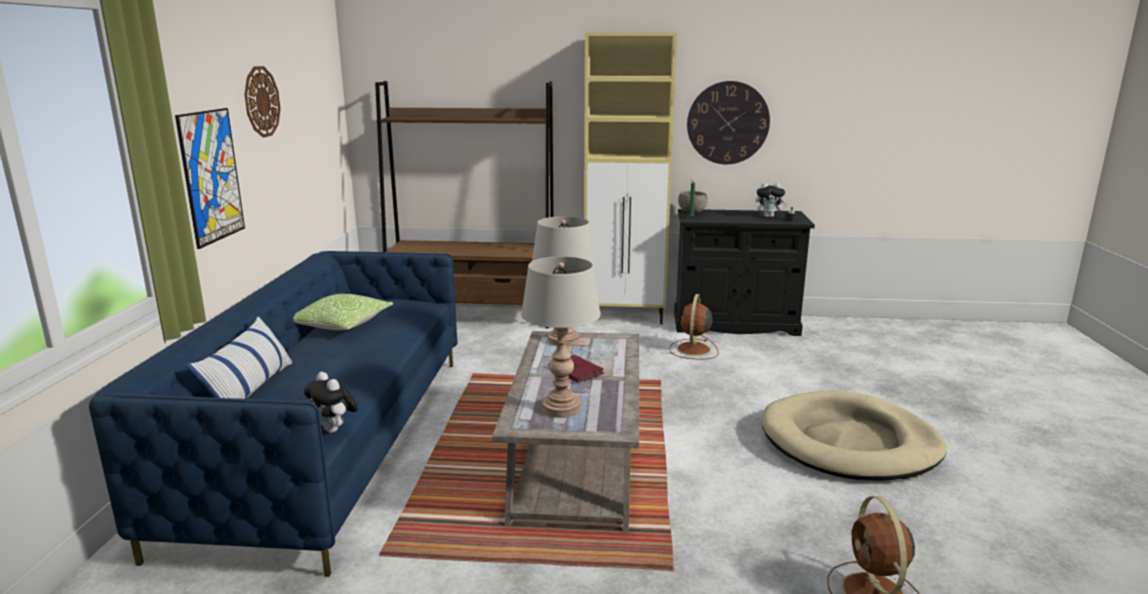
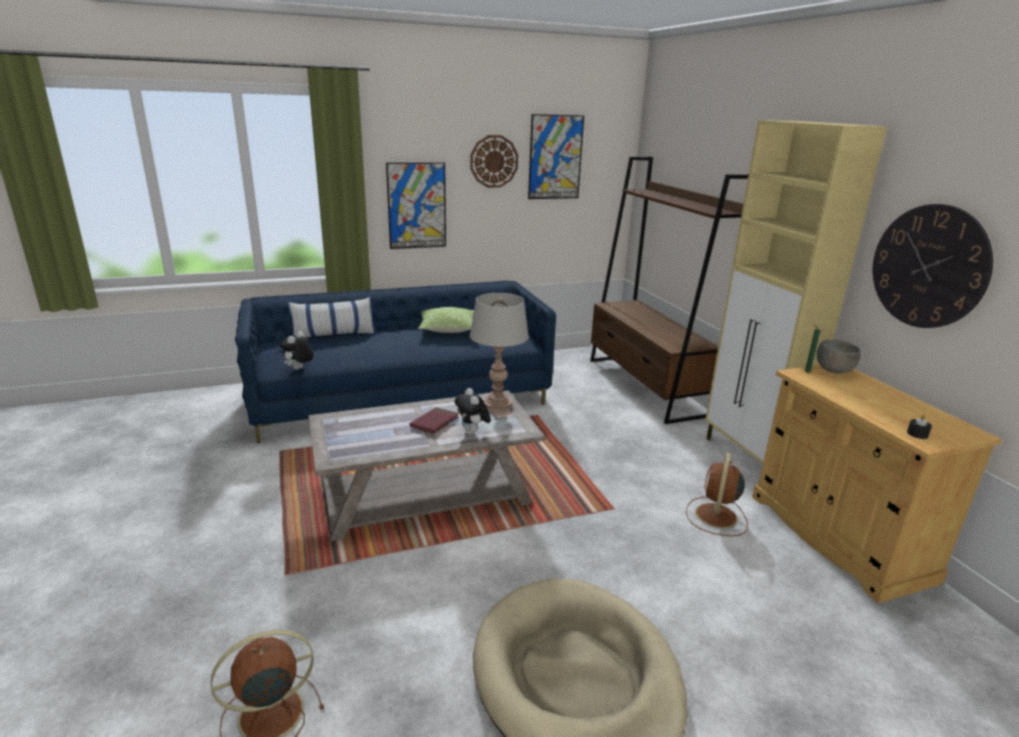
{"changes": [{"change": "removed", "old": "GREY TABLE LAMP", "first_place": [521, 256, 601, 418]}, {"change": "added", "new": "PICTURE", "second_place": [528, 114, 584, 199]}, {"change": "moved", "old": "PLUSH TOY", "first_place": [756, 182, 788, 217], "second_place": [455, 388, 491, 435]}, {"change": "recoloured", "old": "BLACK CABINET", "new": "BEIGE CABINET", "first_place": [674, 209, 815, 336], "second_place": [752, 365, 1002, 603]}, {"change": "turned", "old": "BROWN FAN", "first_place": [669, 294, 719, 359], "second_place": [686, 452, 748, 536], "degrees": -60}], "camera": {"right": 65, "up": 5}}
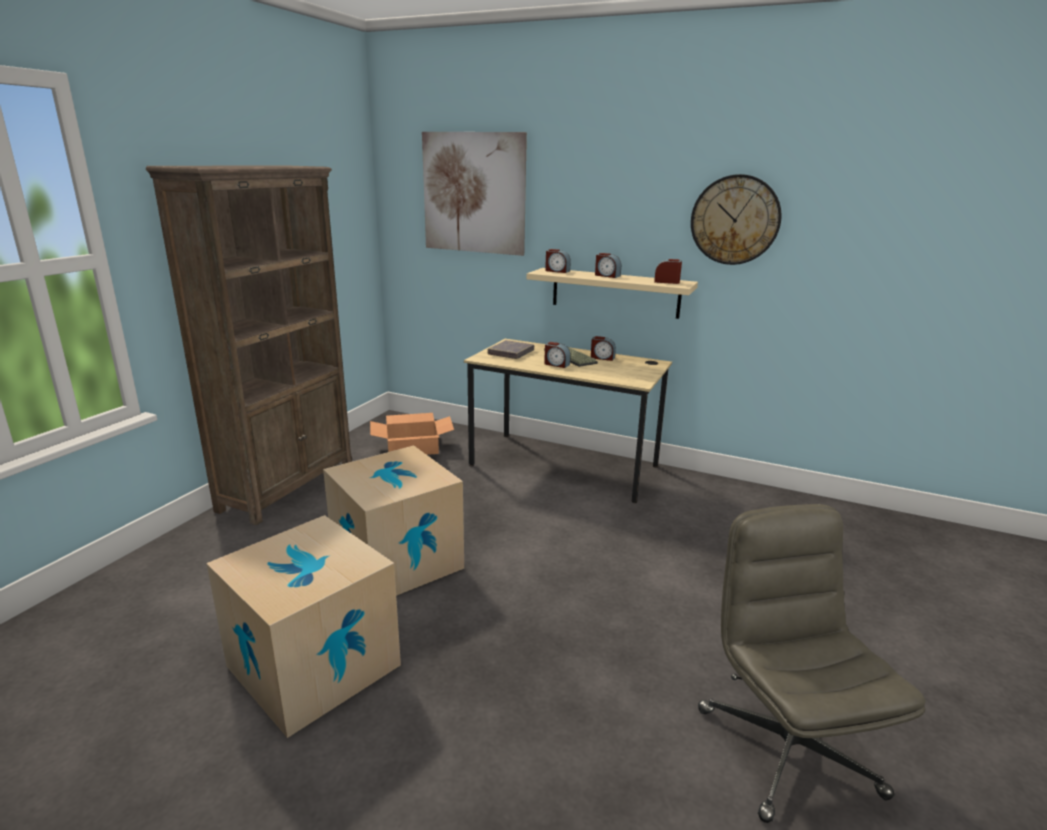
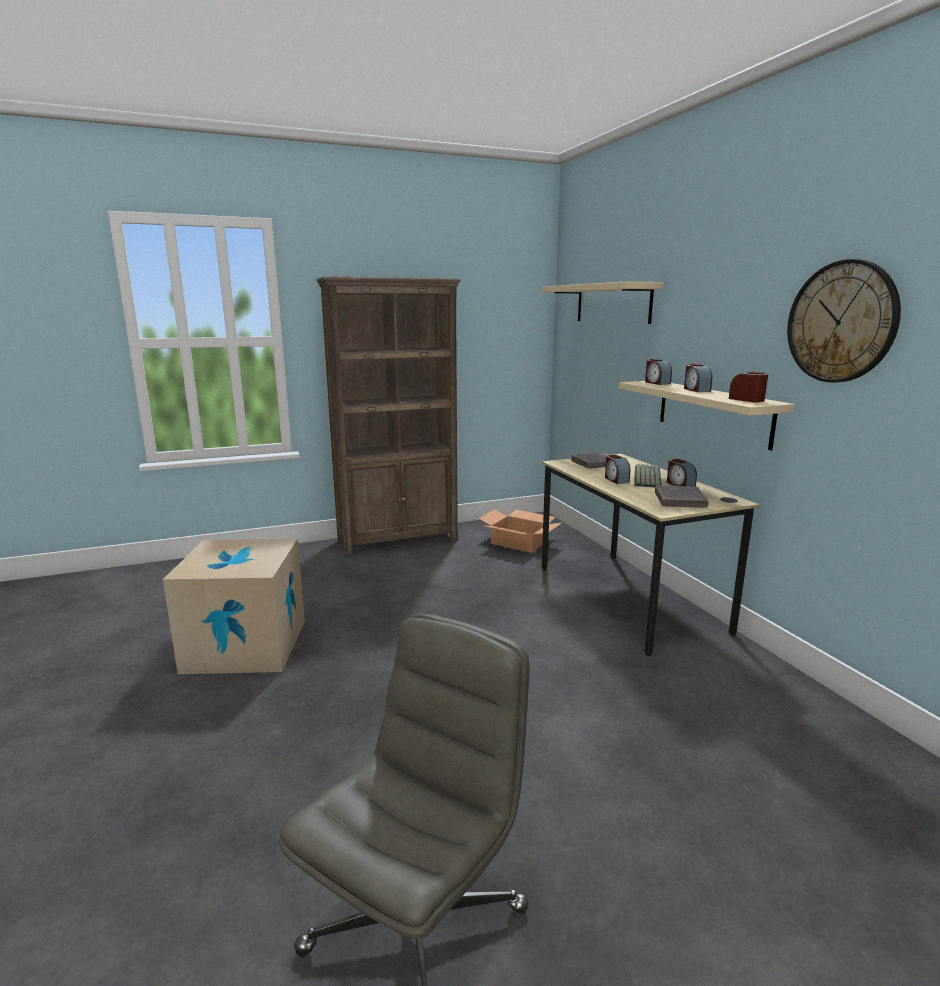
{"changes": [{"change": "removed", "old": "CARDBOARD BOX", "first_place": [323, 445, 464, 596]}, {"change": "added", "new": "GREY BOOK", "second_place": [655, 485, 709, 508]}, {"change": "replaced", "old": "PICTURE", "new": "BEIGE SHELF", "first_place": [422, 132, 527, 256], "second_place": [542, 281, 664, 324]}], "camera": {"right": 45, "up": -5}}
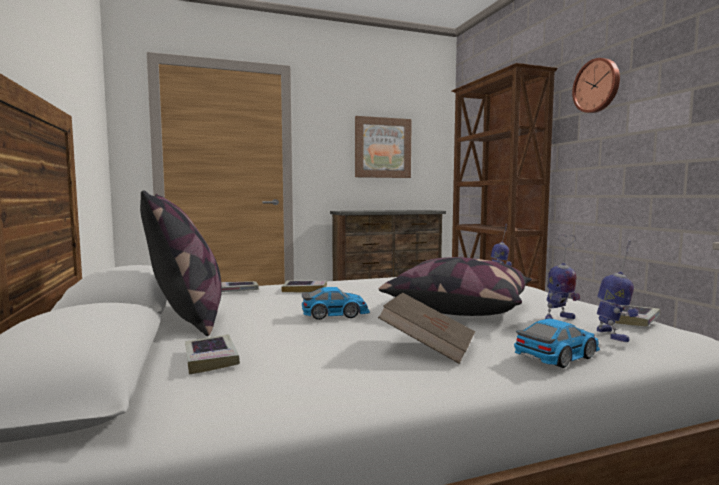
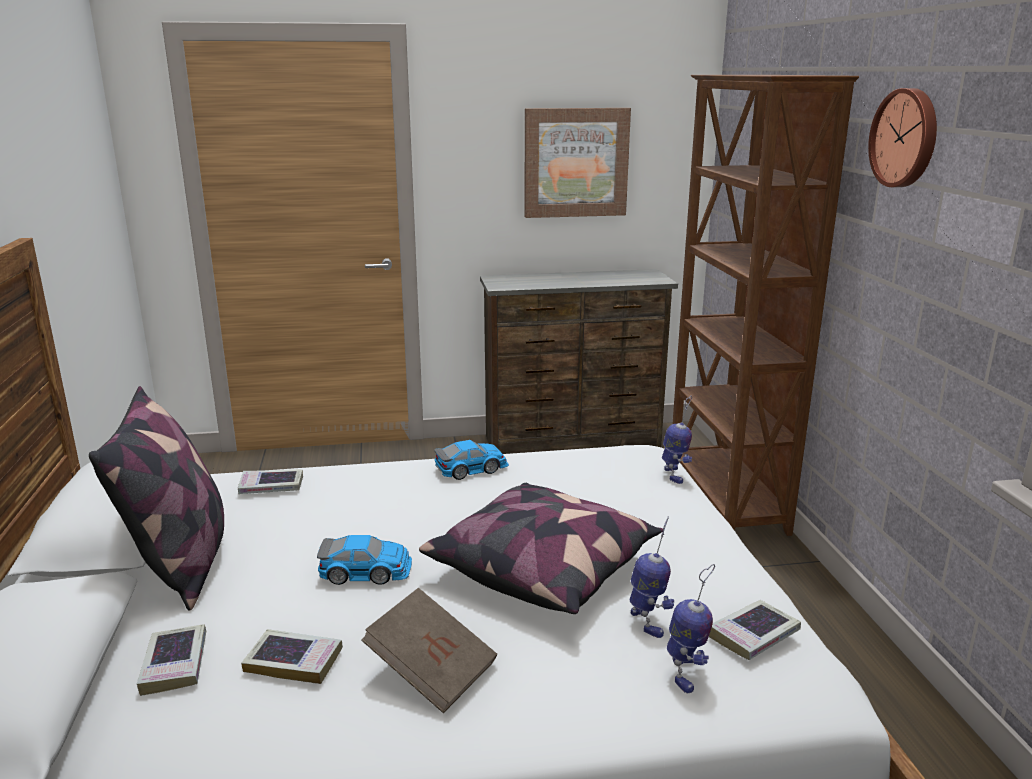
{"changes": [{"change": "moved", "old": "BOOK", "first_place": [281, 280, 327, 293], "second_place": [241, 629, 343, 684]}, {"change": "moved", "old": "TOY CAR", "first_place": [514, 319, 600, 368], "second_place": [435, 440, 509, 480]}, {"change": "turned", "old": "TOY ROBOT", "first_place": [545, 235, 580, 319], "second_place": [630, 516, 674, 638], "degrees": -90}], "camera": {"right": 10, "up": 15}}
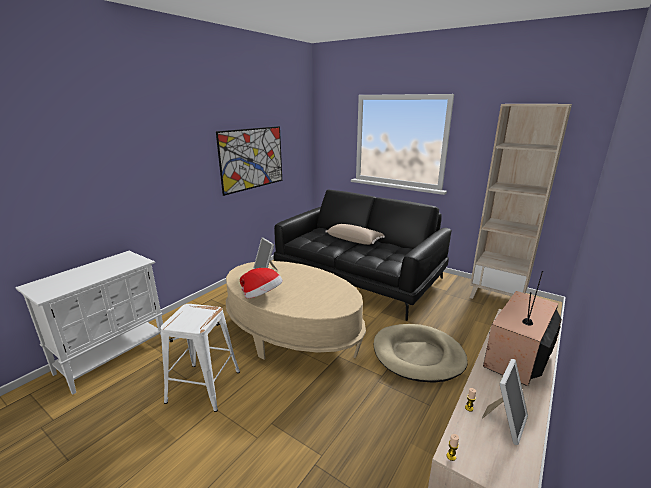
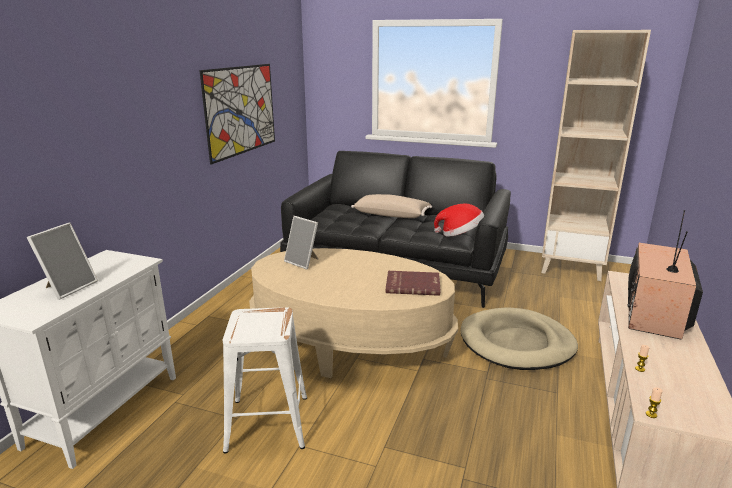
{"changes": [{"change": "added", "new": "RED BOOK", "second_place": [386, 271, 440, 296]}, {"change": "moved", "old": "HAT", "first_place": [240, 268, 283, 299], "second_place": [434, 203, 484, 237]}, {"change": "moved", "old": "PICTURE FRAME", "first_place": [482, 359, 528, 445], "second_place": [27, 222, 98, 300]}], "camera": {"right": -15, "up": 0}}
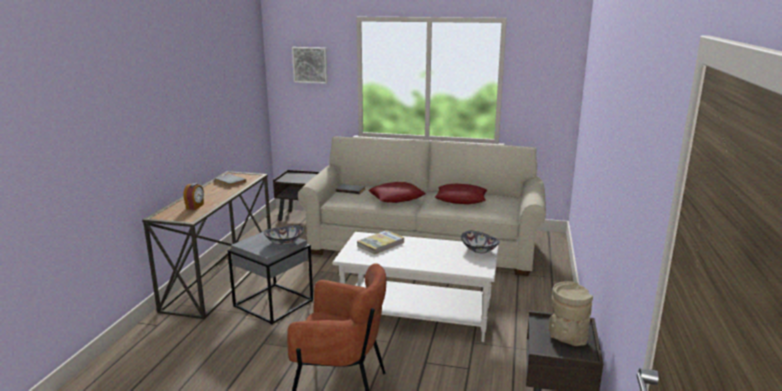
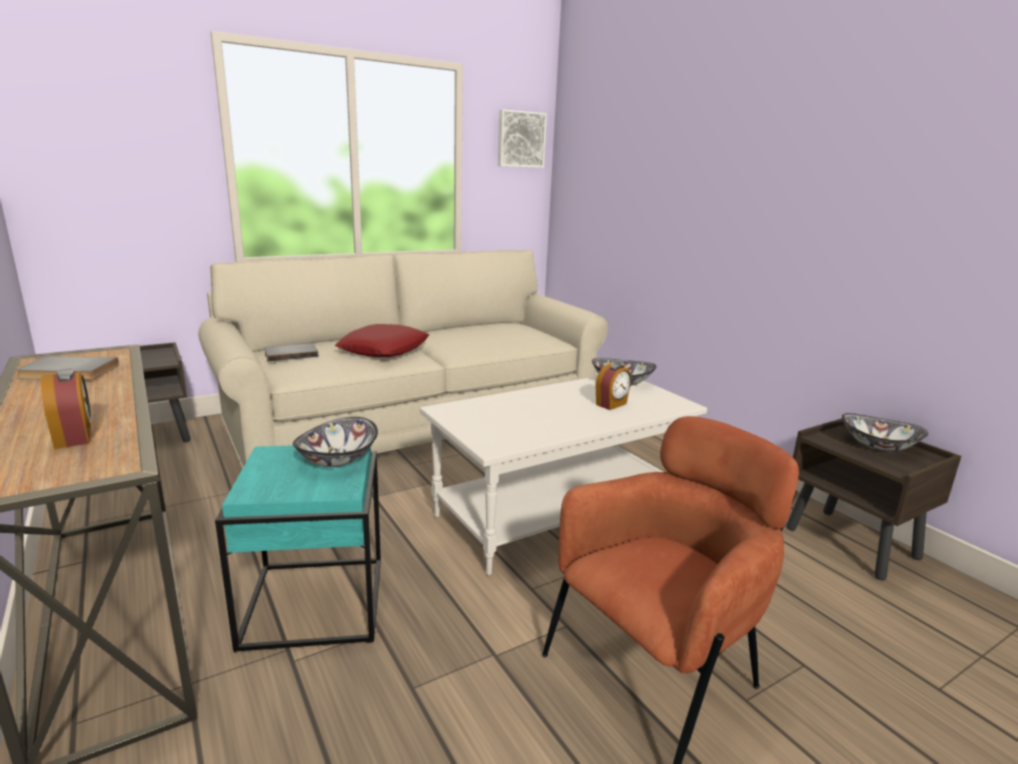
{"changes": [{"change": "removed", "old": "BOOK", "first_place": [357, 230, 405, 254]}, {"change": "removed", "old": "RED PILLOW", "first_place": [435, 184, 487, 204]}, {"change": "added", "new": "ALARM CLOCK", "second_place": [596, 364, 632, 410]}, {"change": "moved", "old": "PICTURE", "first_place": [292, 47, 328, 84], "second_place": [498, 109, 547, 168]}, {"change": "replaced", "old": "BEIGE VASE", "new": "BOWL", "first_place": [549, 281, 593, 346], "second_place": [842, 413, 928, 451]}, {"change": "recoloured", "old": "GREY SIDE TABLE", "new": "TURQUOISE SIDE TABLE", "first_place": [228, 231, 313, 324], "second_place": [215, 445, 381, 653]}], "camera": {"right": -45, "up": 0}}
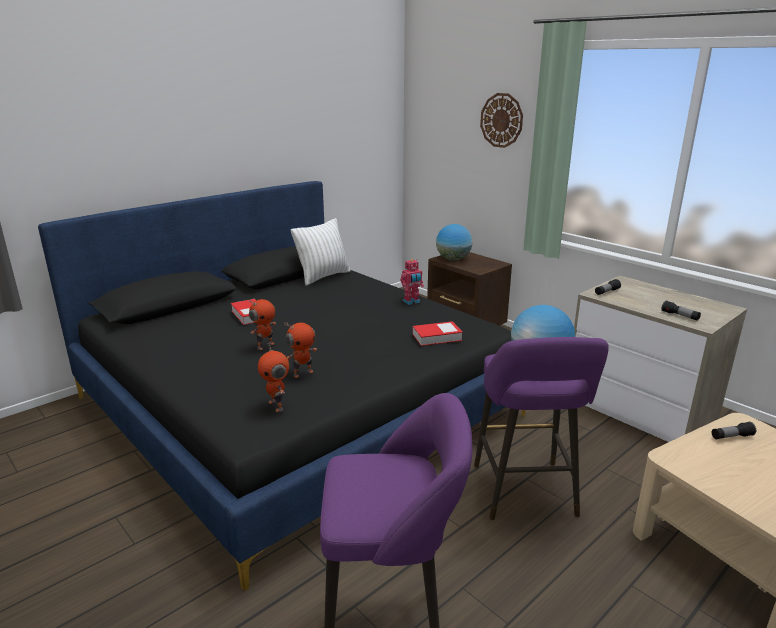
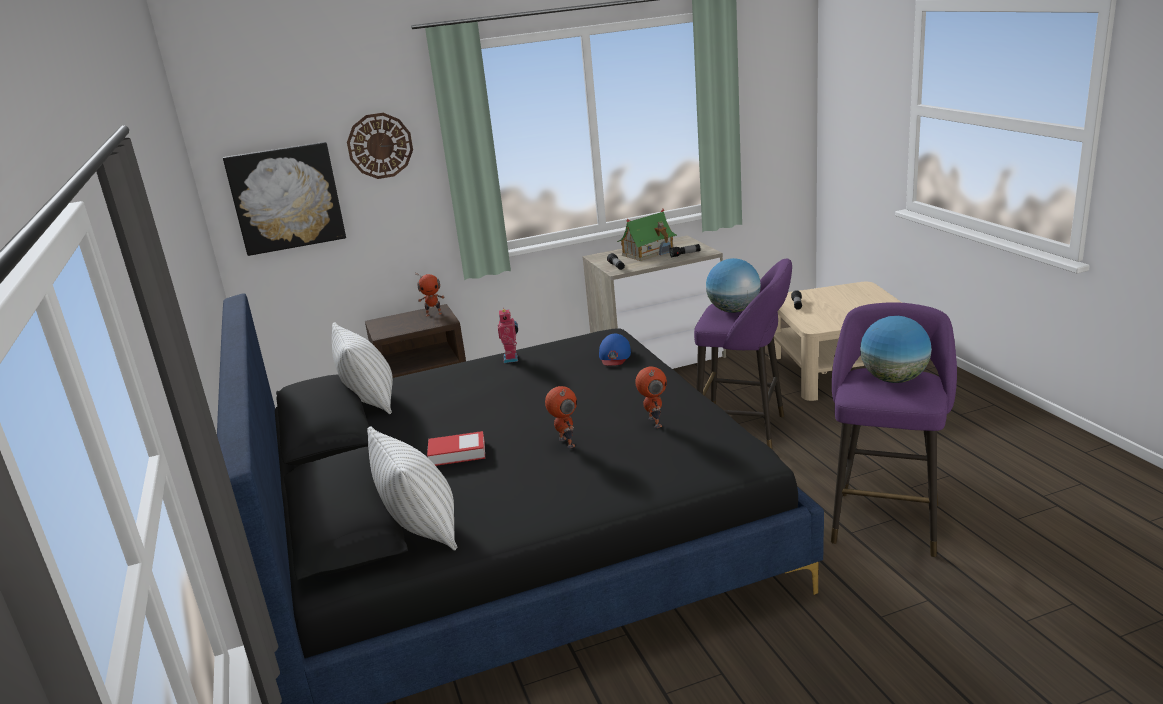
{"changes": [{"change": "added", "new": "PICTURE", "second_place": [223, 142, 346, 256]}, {"change": "added", "new": "WHITE PILLOW", "second_place": [367, 426, 457, 550]}, {"change": "added", "new": "TOY HOUSE", "second_place": [617, 209, 677, 261]}, {"change": "moved", "old": "TOY ROBOT", "first_place": [258, 341, 289, 412], "second_place": [415, 273, 445, 317]}, {"change": "moved", "old": "GLOBE", "first_place": [436, 224, 473, 260], "second_place": [860, 316, 932, 383]}, {"change": "replaced", "old": "BOOK", "new": "BLUE CAP", "first_place": [412, 321, 463, 346], "second_place": [599, 334, 631, 366]}], "camera": {"right": -65, "up": 0}}
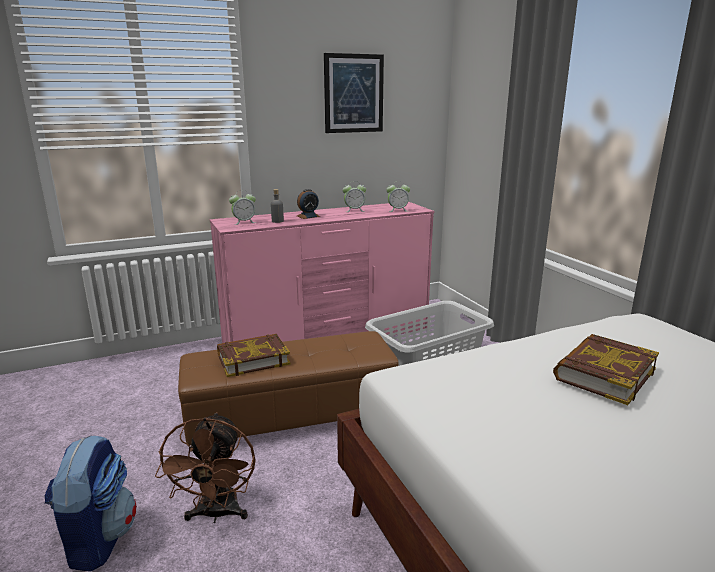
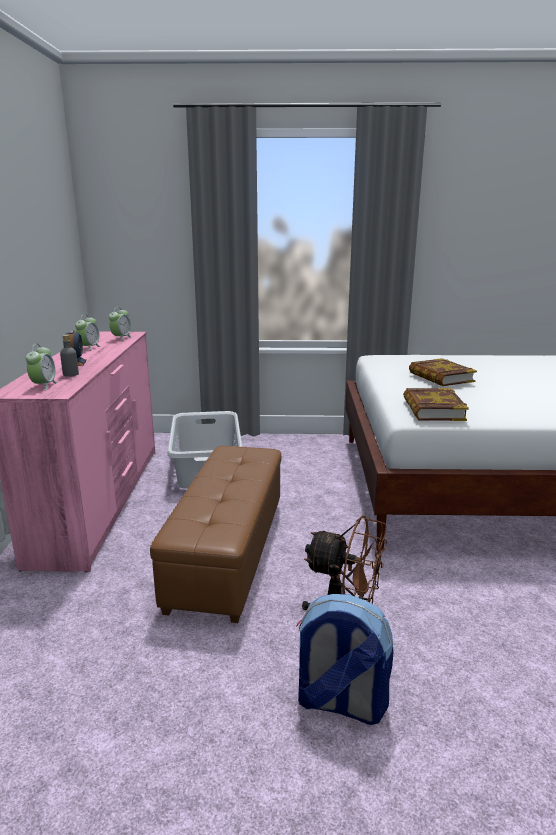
{"changes": [{"change": "removed", "old": "PICTURE", "first_place": [324, 53, 384, 133]}, {"change": "moved", "old": "BOOK", "first_place": [217, 334, 291, 377], "second_place": [403, 388, 469, 421]}], "camera": {"right": -65, "up": 0}}
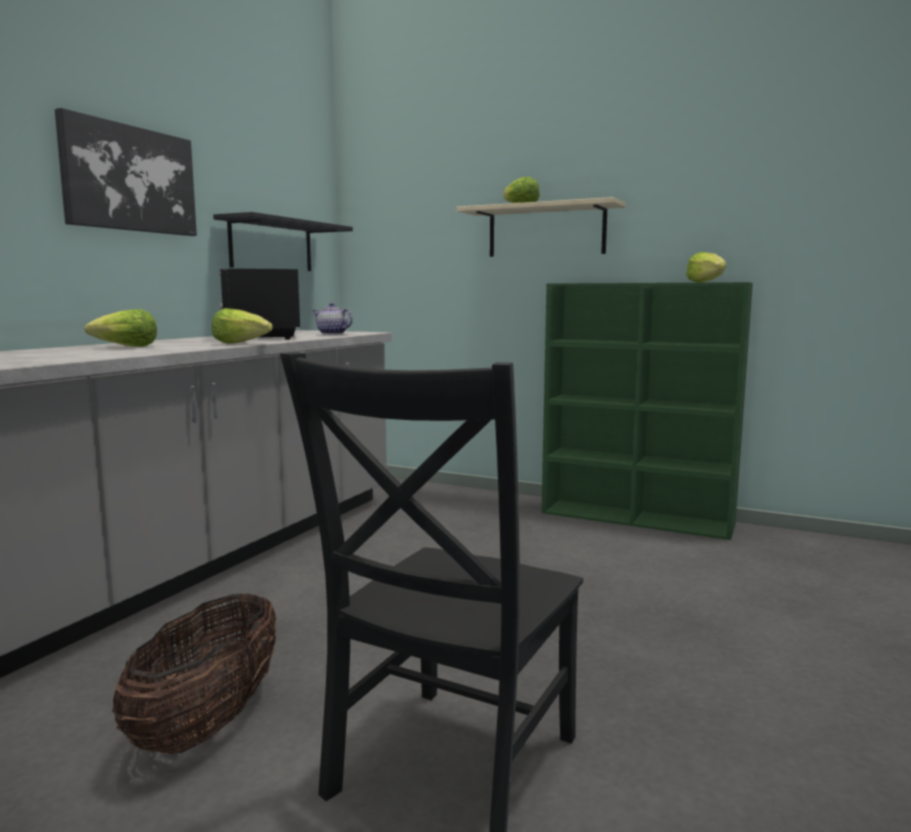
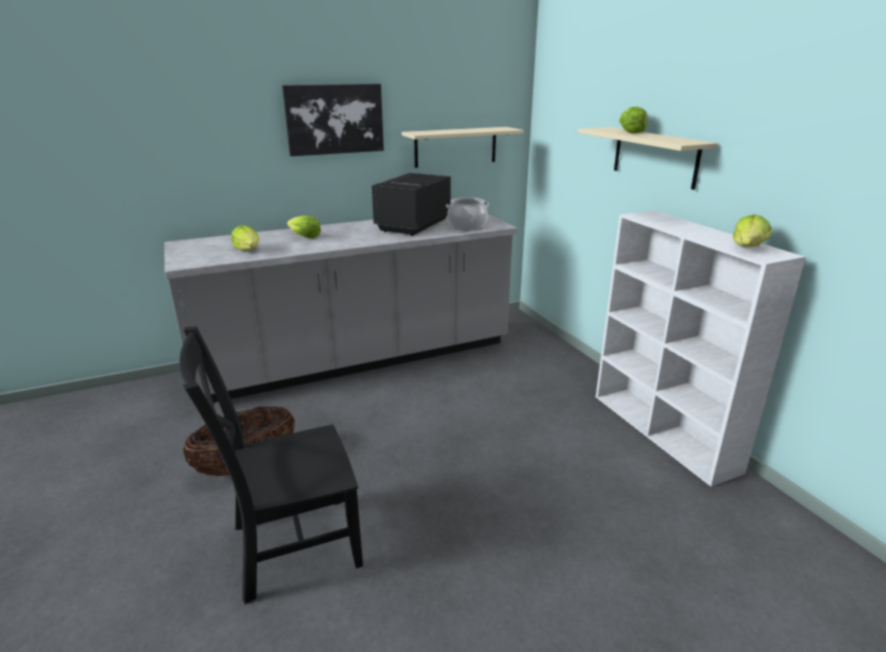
{"changes": [{"change": "moved", "old": "LETTUCE", "first_place": [212, 308, 273, 343], "second_place": [231, 225, 259, 251]}, {"change": "replaced", "old": "TEAPOT", "new": "COOKING POT", "first_place": [313, 303, 353, 334], "second_place": [446, 197, 489, 229]}, {"change": "recoloured", "old": "BLACK SHELF", "new": "BEIGE SHELF", "first_place": [213, 212, 353, 271], "second_place": [402, 127, 524, 168]}, {"change": "recoloured", "old": "GREEN BOOKCASE", "new": "WHITE BOOKCASE", "first_place": [542, 282, 753, 540], "second_place": [596, 210, 806, 487]}], "camera": {"right": 40, "up": 15}}
